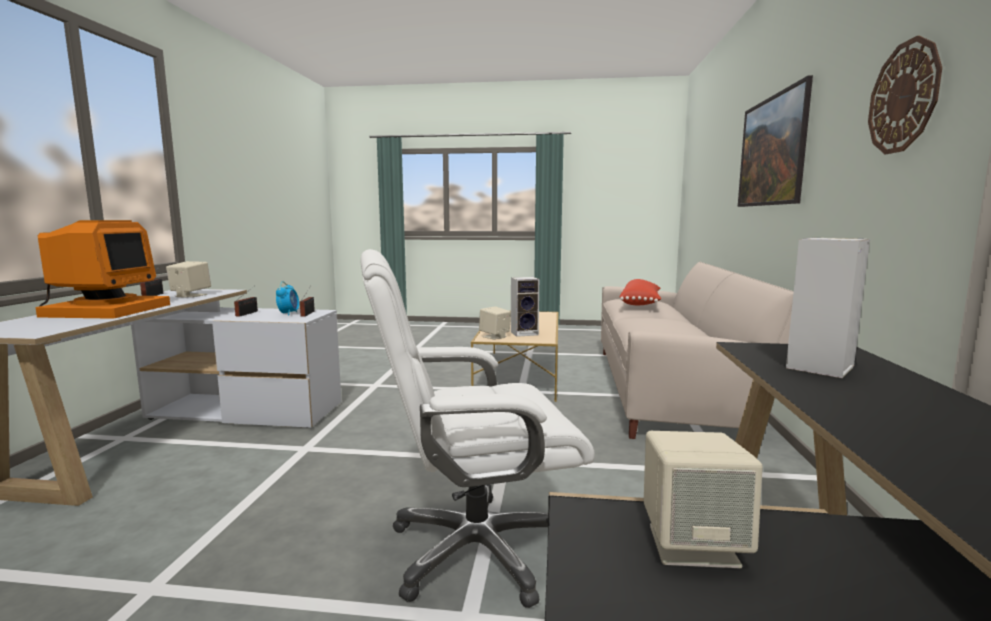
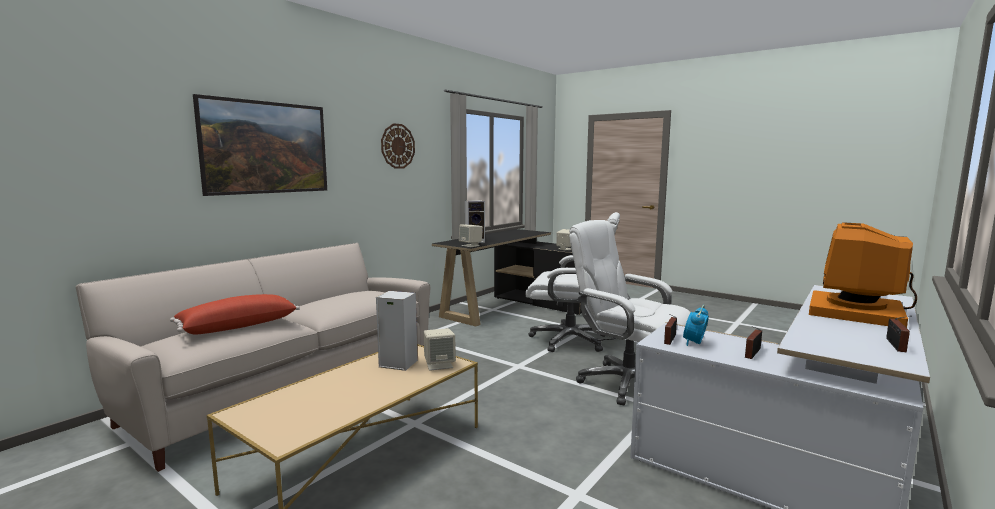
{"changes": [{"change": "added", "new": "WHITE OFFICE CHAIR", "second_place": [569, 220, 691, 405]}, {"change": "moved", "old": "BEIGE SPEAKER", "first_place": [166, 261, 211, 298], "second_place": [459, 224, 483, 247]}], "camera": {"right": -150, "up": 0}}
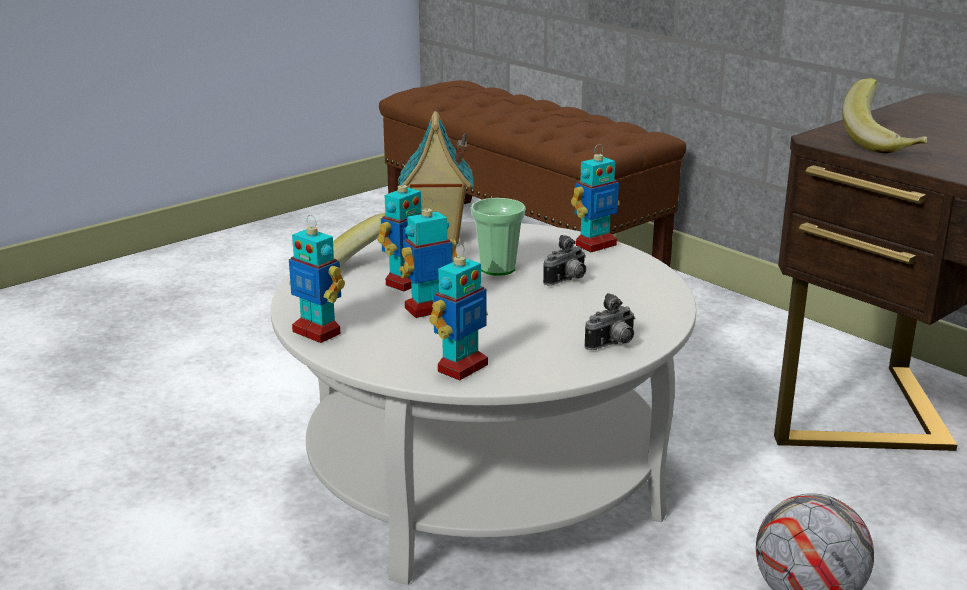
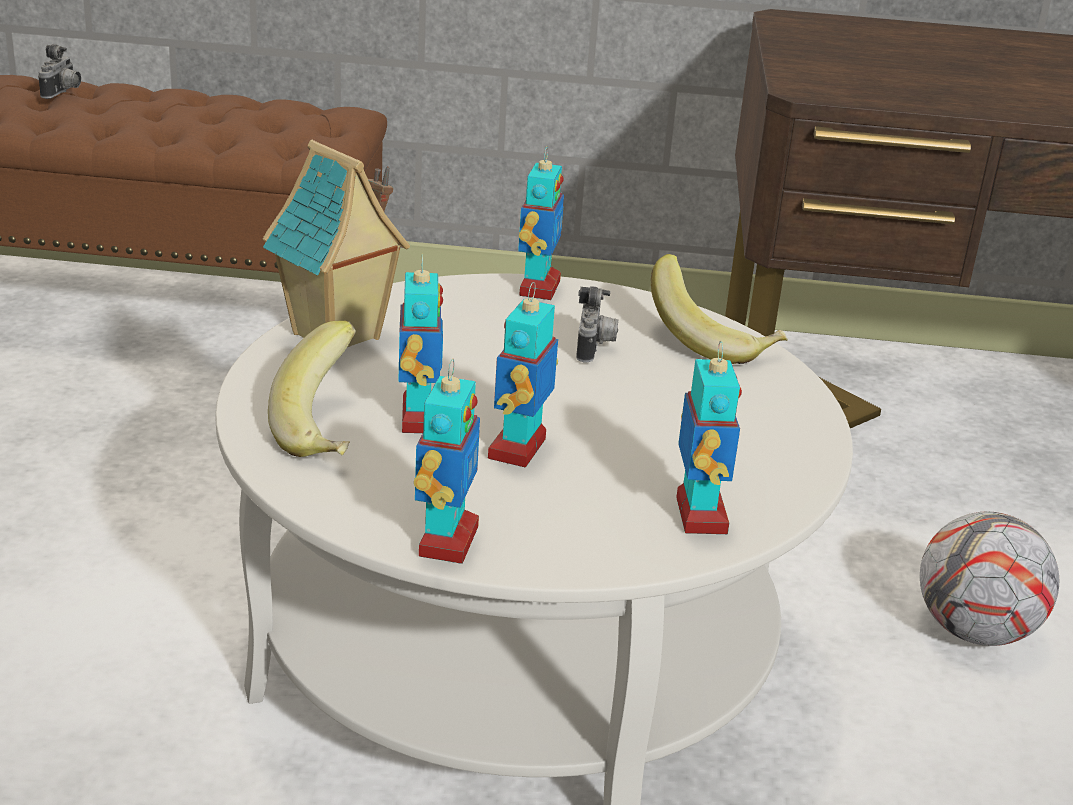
{"changes": [{"change": "removed", "old": "CUP", "first_place": [471, 198, 525, 276]}, {"change": "moved", "old": "PHOTO CAMERA", "first_place": [584, 293, 635, 350], "second_place": [38, 44, 81, 99]}, {"change": "moved", "old": "BANANA", "first_place": [842, 78, 927, 154], "second_place": [651, 254, 788, 364]}, {"change": "turned", "old": "TOY ROBOT", "first_place": [289, 215, 345, 343], "second_place": [414, 359, 480, 564], "degrees": -75}], "camera": {"right": -45, "up": 5}}
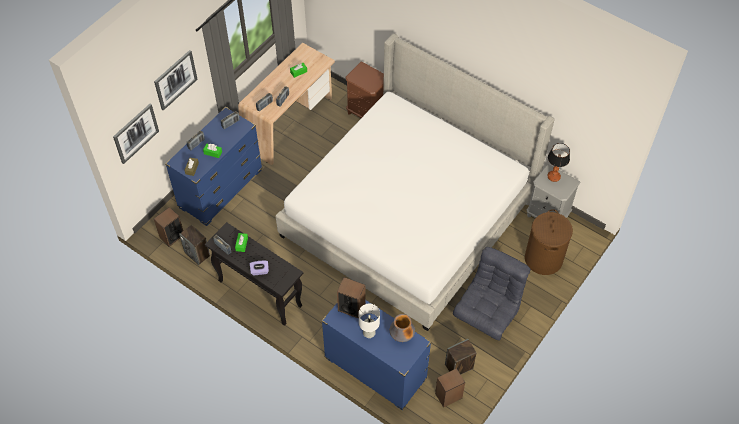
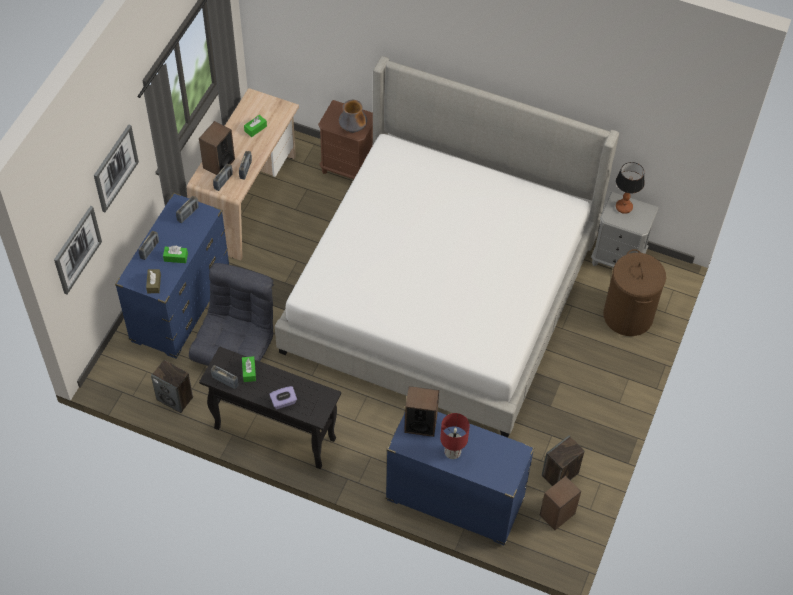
{"changes": [{"change": "moved", "old": "SPEAKER", "first_place": [154, 207, 183, 247], "second_place": [199, 121, 235, 175]}, {"change": "moved", "old": "VASE", "first_place": [390, 314, 415, 342], "second_place": [339, 100, 367, 133]}, {"change": "moved", "old": "GREY ARMCHAIR", "first_place": [453, 247, 531, 340], "second_place": [189, 263, 274, 366]}, {"change": "recoloured", "old": "WHITE TABLE LAMP", "new": "RED TABLE LAMP", "first_place": [359, 304, 380, 338], "second_place": [440, 413, 470, 459]}], "camera": {"right": -15, "up": 0}}
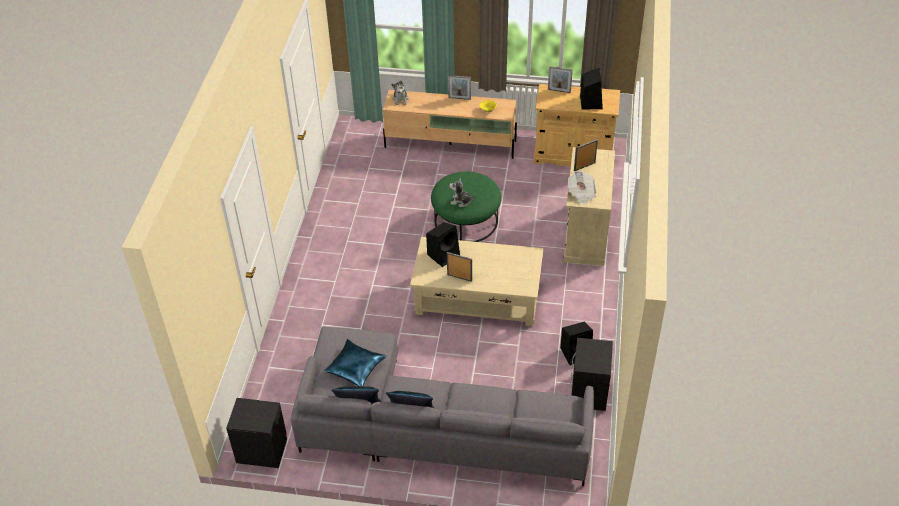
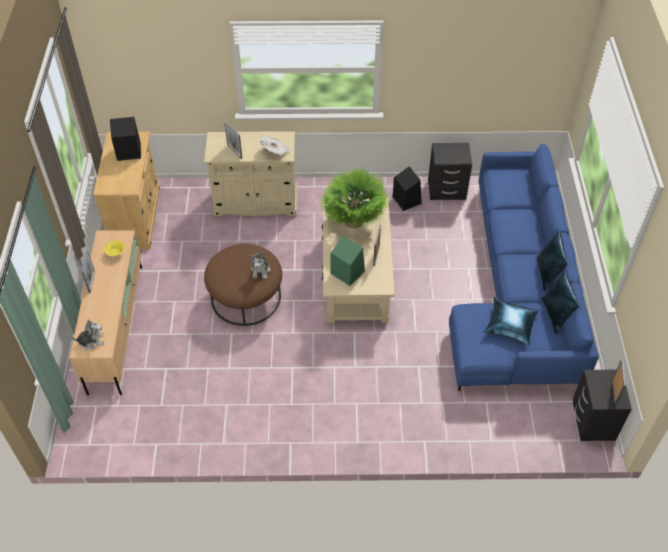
{"changes": [{"change": "added", "new": "POTTED PLANT", "second_place": [320, 167, 390, 229]}, {"change": "moved", "old": "PICTURE FRAME", "first_place": [548, 66, 573, 93], "second_place": [612, 359, 626, 405]}, {"change": "recoloured", "old": "GREY SOFA", "new": "BLUE SOFA", "first_place": [291, 327, 594, 486], "second_place": [449, 144, 599, 391]}, {"change": "recoloured", "old": "BLACK SPEAKER", "new": "GREEN SPEAKER", "first_place": [426, 222, 460, 267], "second_place": [330, 236, 365, 286]}, {"change": "recoloured", "old": "GREEN OTTOMAN", "new": "BROWN OTTOMAN", "first_place": [431, 171, 501, 242], "second_place": [204, 243, 282, 326]}], "camera": {"right": -100, "up": 5}}
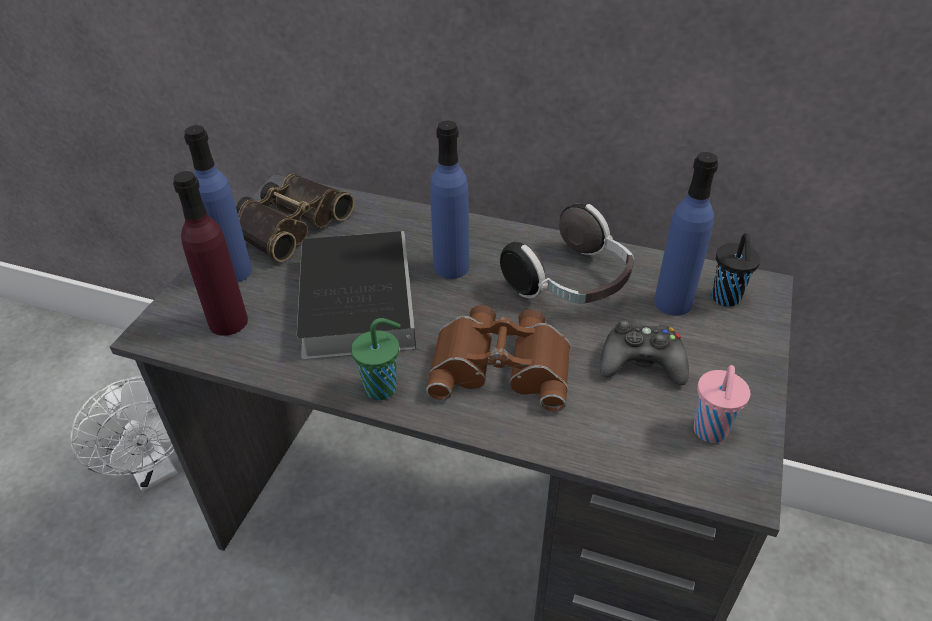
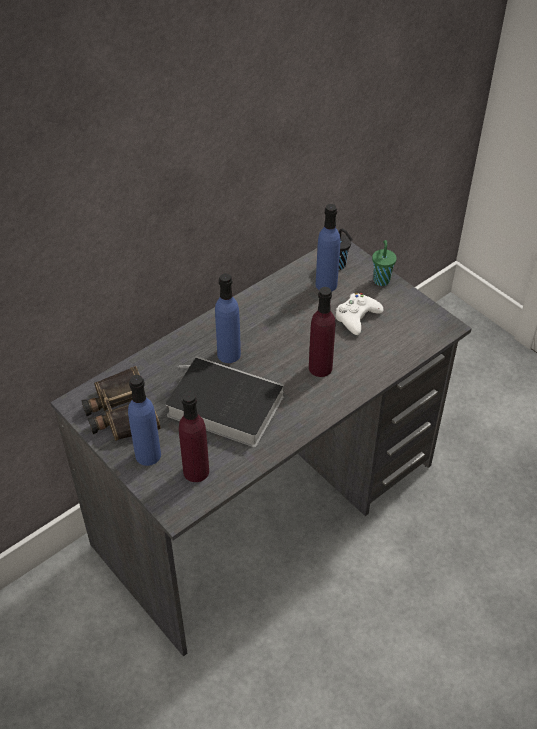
{"changes": [{"change": "removed", "old": "WHITE FAN", "first_place": [70, 376, 178, 492]}, {"change": "removed", "old": "HEADPHONES", "first_place": [500, 204, 634, 304]}, {"change": "removed", "old": "PINK CUP", "first_place": [693, 365, 750, 443]}, {"change": "moved", "old": "GREEN CUP", "first_place": [351, 318, 401, 400], "second_place": [372, 240, 397, 286]}, {"change": "replaced", "old": "BROWN BINOCULARS", "new": "PURPLE BOTTLE", "first_place": [426, 305, 570, 412], "second_place": [309, 287, 335, 377]}, {"change": "recoloured", "old": "BLACK GAME CONTROLLER", "new": "WHITE GAME CONTROLLER", "first_place": [600, 320, 689, 385], "second_place": [335, 293, 383, 335]}], "camera": {"right": -60, "up": 5}}
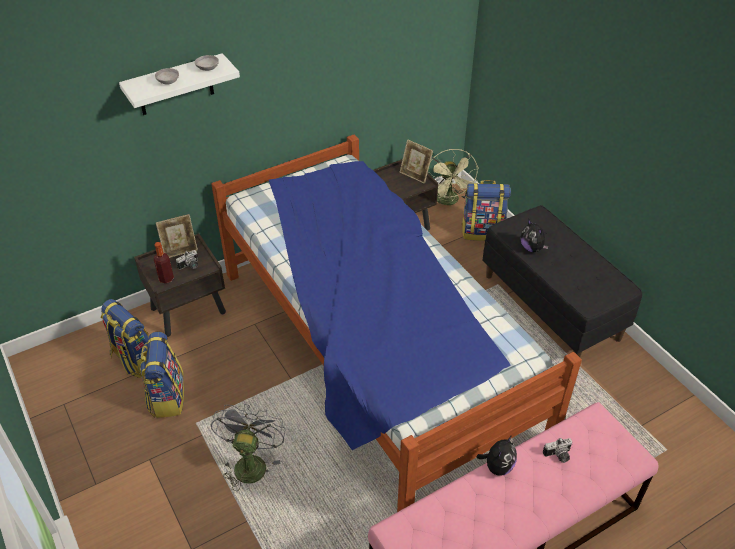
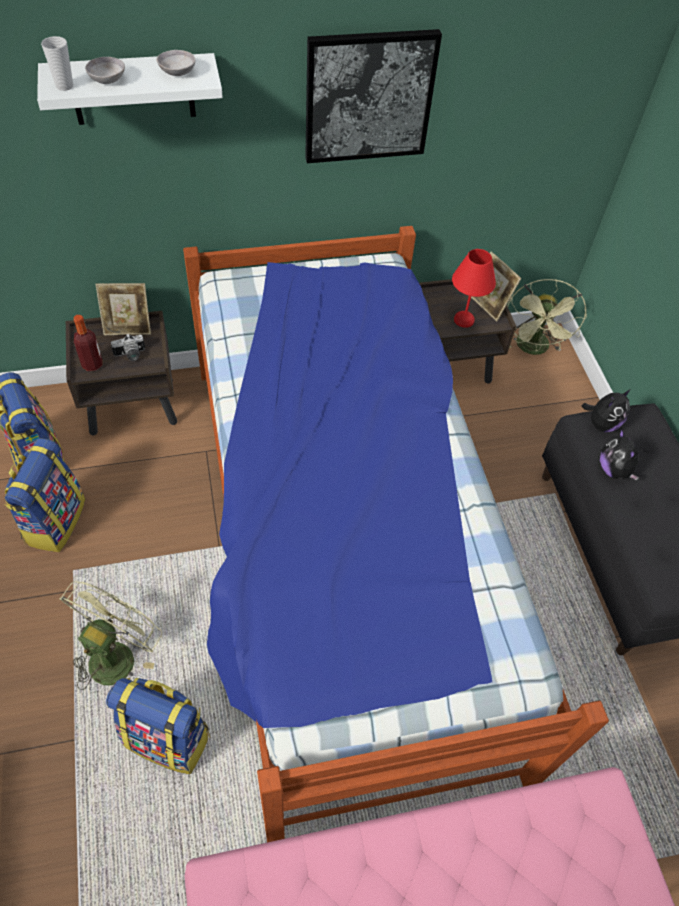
{"changes": [{"change": "removed", "old": "PHOTO CAMERA", "first_place": [543, 438, 572, 463]}, {"change": "added", "new": "CUP", "second_place": [41, 36, 73, 91]}, {"change": "added", "new": "PICTURE", "second_place": [305, 29, 442, 163]}, {"change": "added", "new": "RED TABLE LAMP", "second_place": [452, 249, 496, 328]}, {"change": "moved", "old": "BACKPACK", "first_place": [462, 180, 511, 241], "second_place": [106, 678, 210, 774]}, {"change": "moved", "old": "PLUSH TOY", "first_place": [476, 435, 517, 476], "second_place": [581, 389, 631, 432]}, {"change": "recoloured", "old": "GREY FAN", "new": "GREEN FAN", "first_place": [211, 404, 285, 491], "second_place": [59, 581, 162, 690]}], "camera": {"right": 15, "up": 10}}
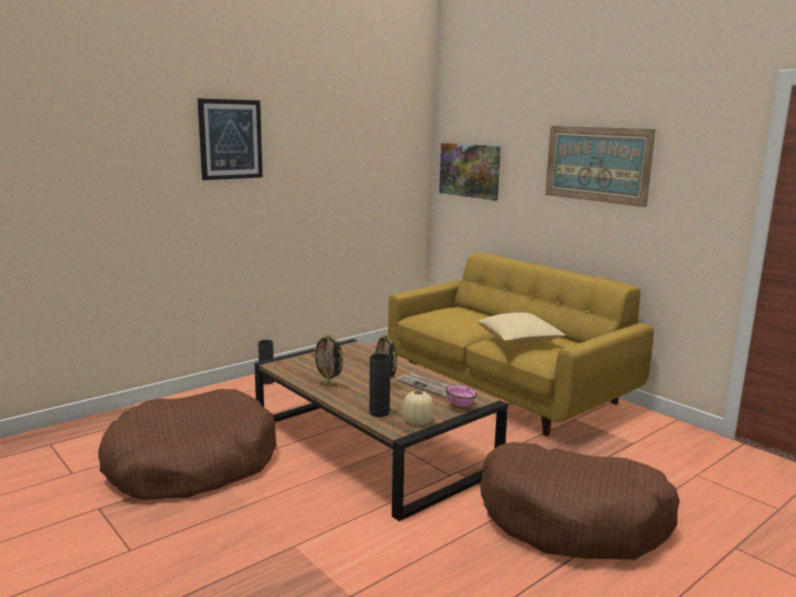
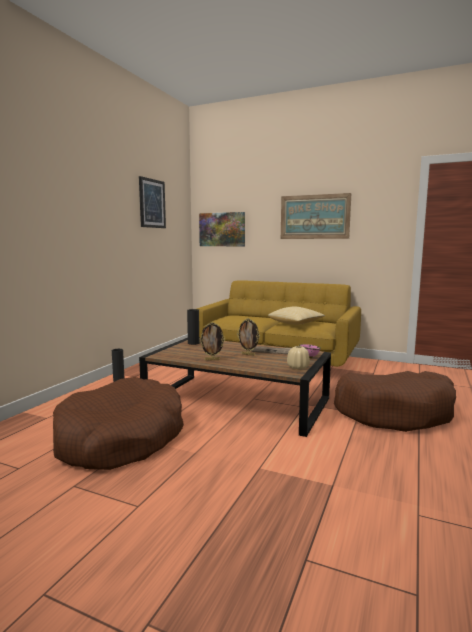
{"changes": [{"change": "moved", "old": "PICTURE", "first_place": [198, 98, 263, 180], "second_place": [139, 176, 166, 228]}, {"change": "moved", "old": "BLACK VASE", "first_place": [369, 353, 391, 417], "second_place": [187, 309, 199, 345]}], "camera": {"right": -25, "up": -5}}
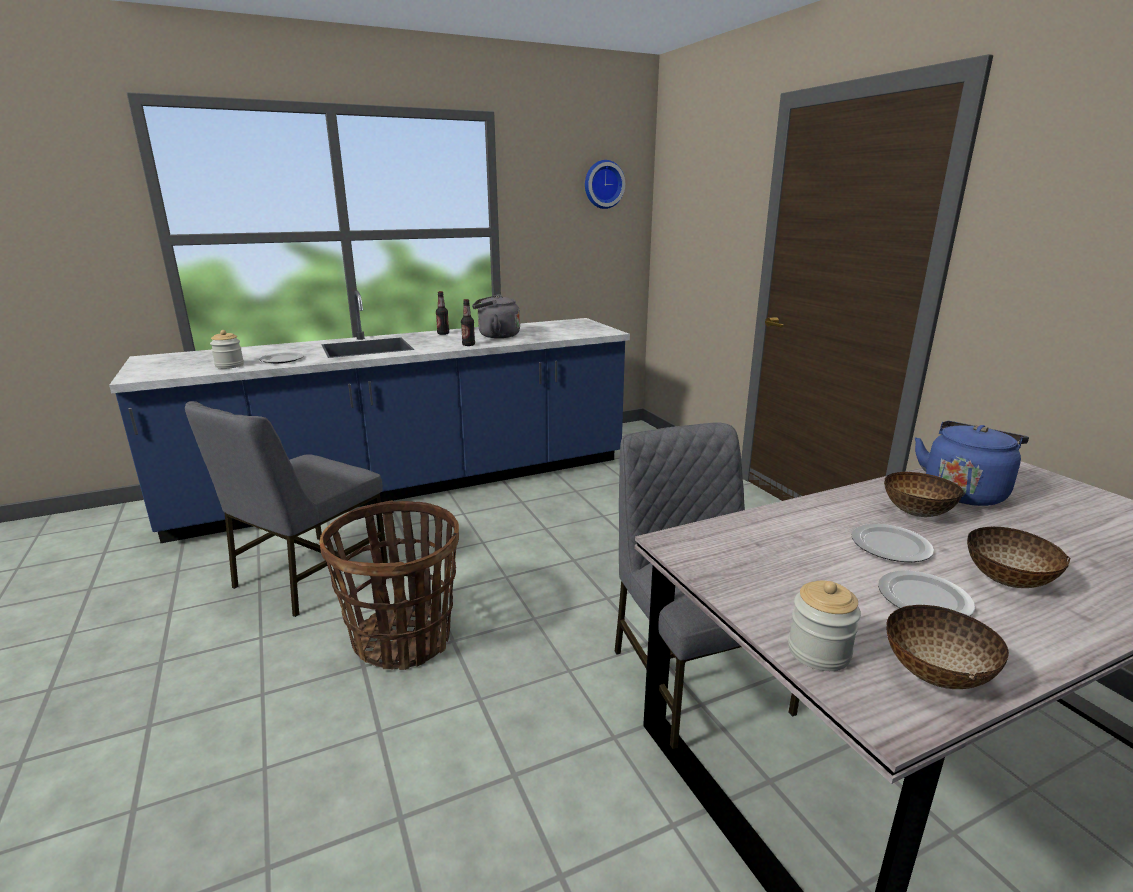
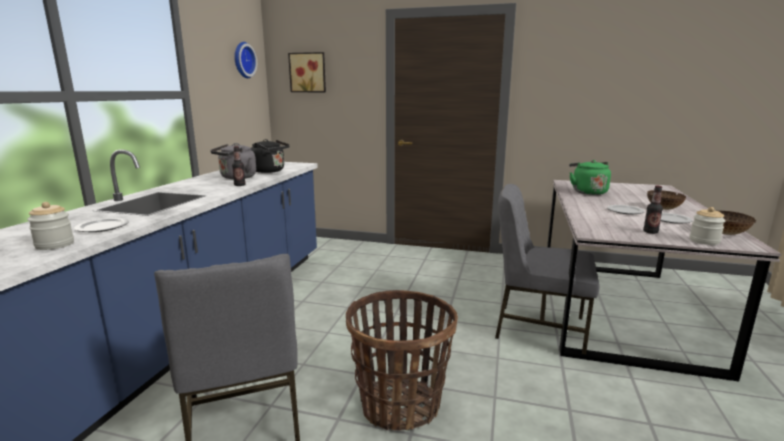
{"changes": [{"change": "removed", "old": "BOWL", "first_place": [884, 472, 963, 517]}, {"change": "added", "new": "BLACK KETTLE", "second_place": [251, 139, 290, 173]}, {"change": "added", "new": "PICTURE", "second_place": [288, 52, 326, 92]}, {"change": "moved", "old": "BOTTLE", "first_place": [436, 291, 449, 335], "second_place": [643, 186, 663, 234]}, {"change": "recoloured", "old": "BLUE KETTLE", "new": "GREEN KETTLE", "first_place": [915, 421, 1029, 506], "second_place": [569, 160, 611, 195]}], "camera": {"right": -50, "up": -5}}
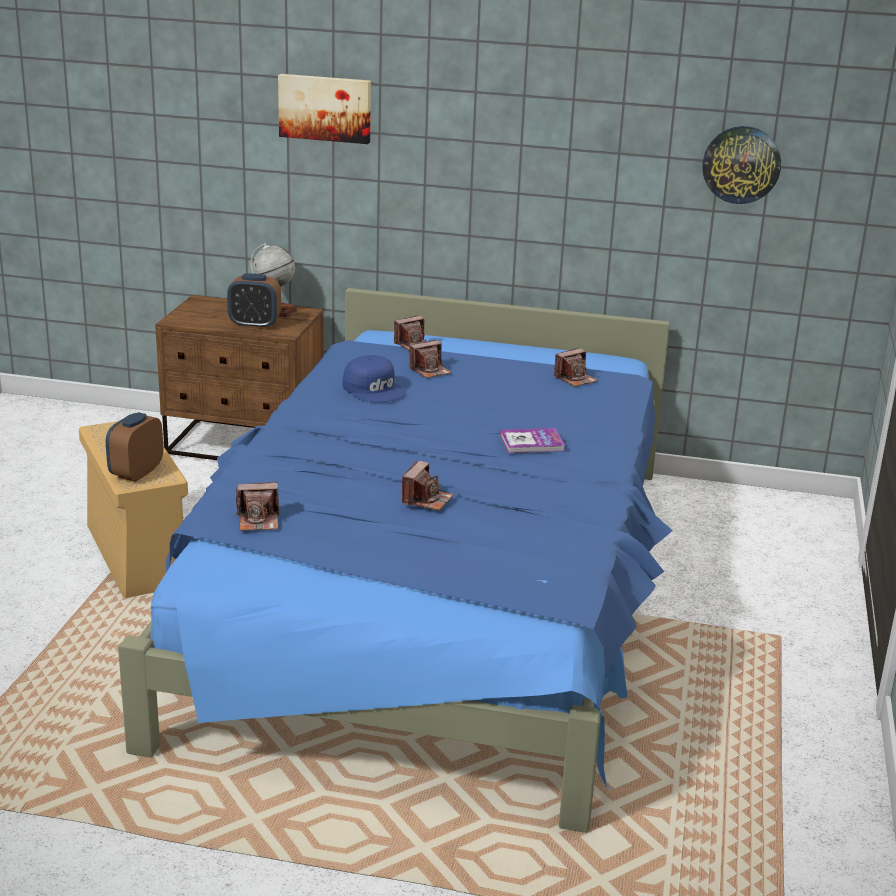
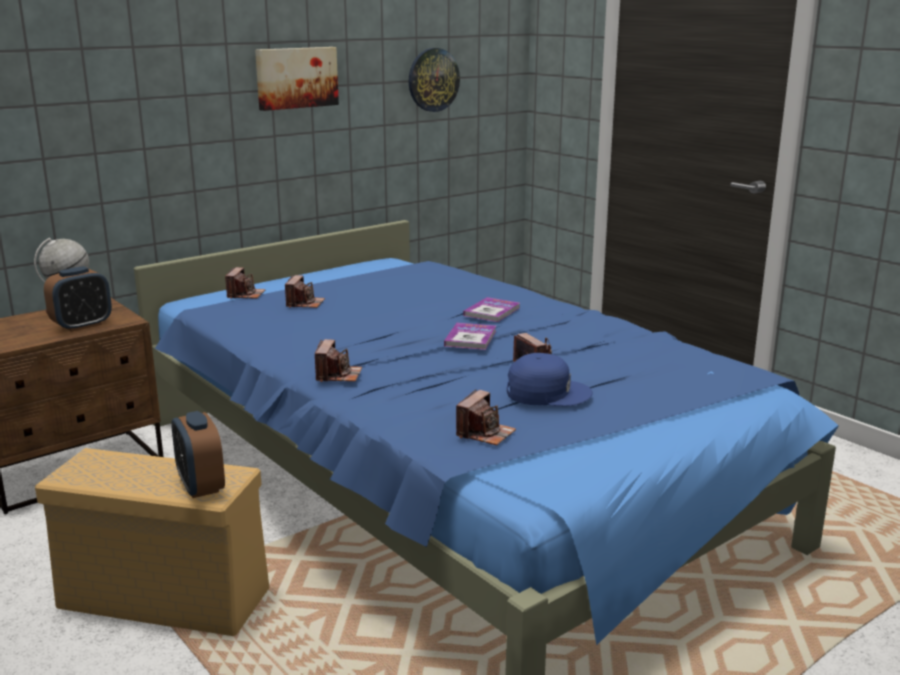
{"changes": [{"change": "added", "new": "BOOK", "second_place": [444, 323, 496, 350]}, {"change": "moved", "old": "PICTURE", "first_place": [278, 74, 371, 144], "second_place": [255, 47, 339, 111]}, {"change": "moved", "old": "BLUE CAP", "first_place": [342, 355, 406, 402], "second_place": [507, 353, 593, 406]}, {"change": "moved", "old": "PHOTO CAMERA", "first_place": [554, 348, 598, 387], "second_place": [315, 339, 362, 382]}], "camera": {"right": -50, "up": -5}}
